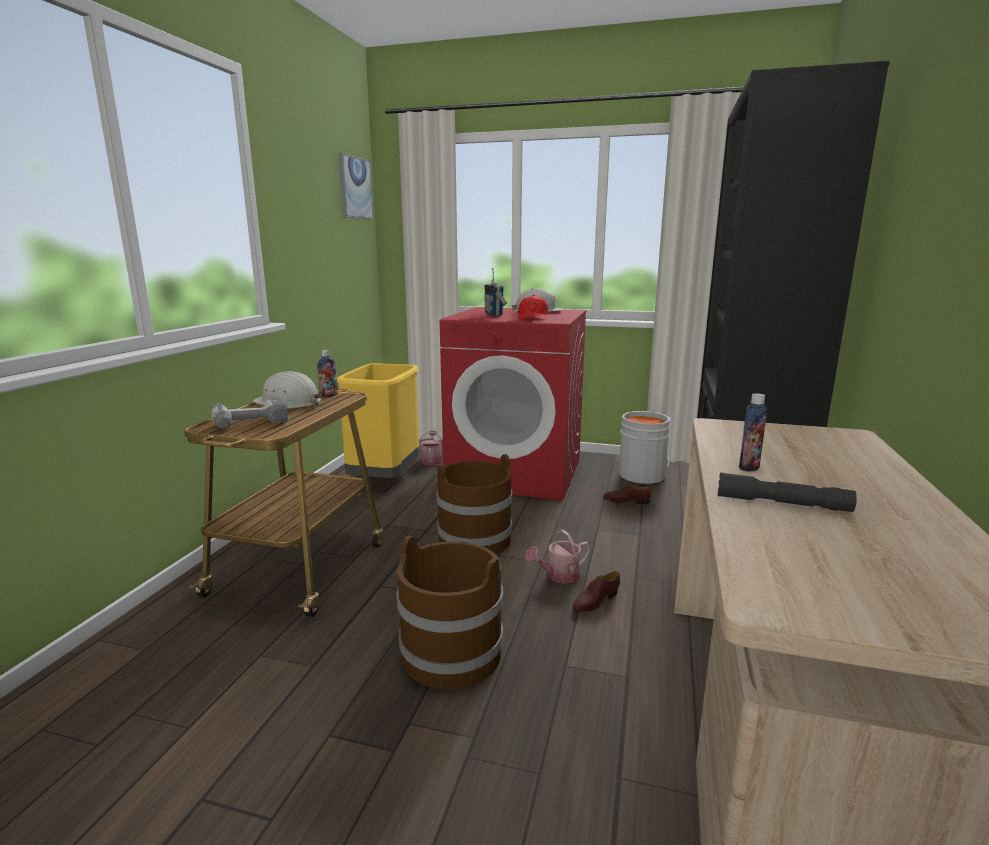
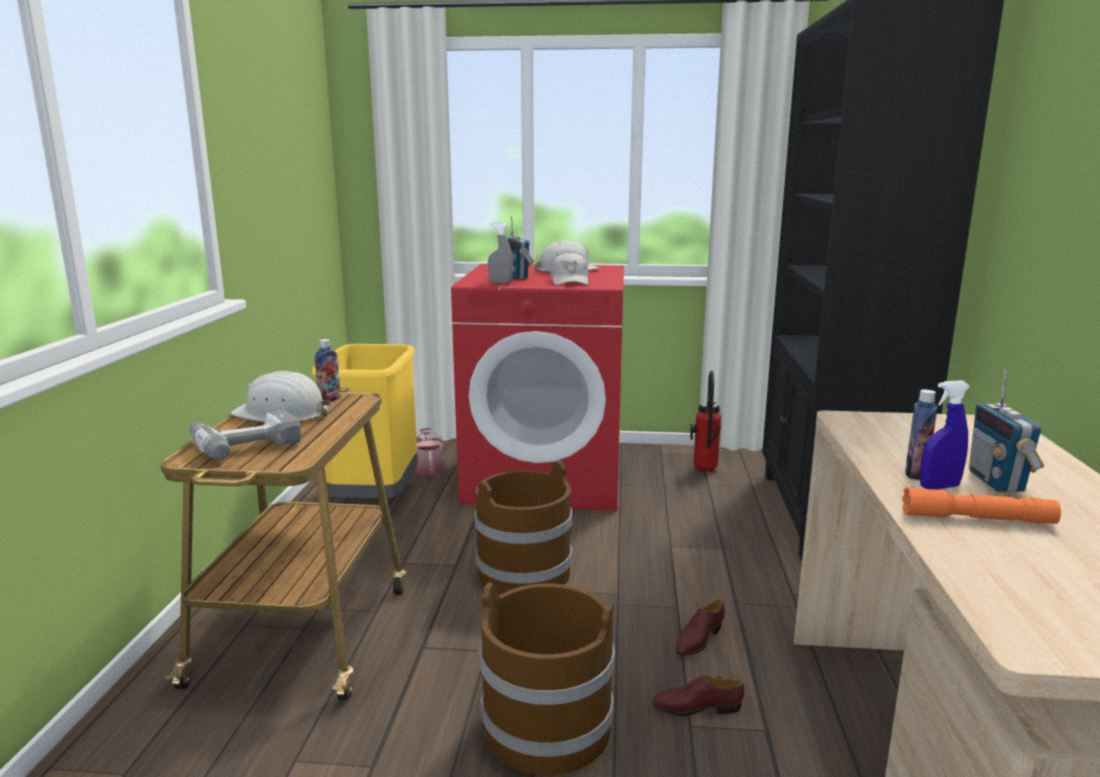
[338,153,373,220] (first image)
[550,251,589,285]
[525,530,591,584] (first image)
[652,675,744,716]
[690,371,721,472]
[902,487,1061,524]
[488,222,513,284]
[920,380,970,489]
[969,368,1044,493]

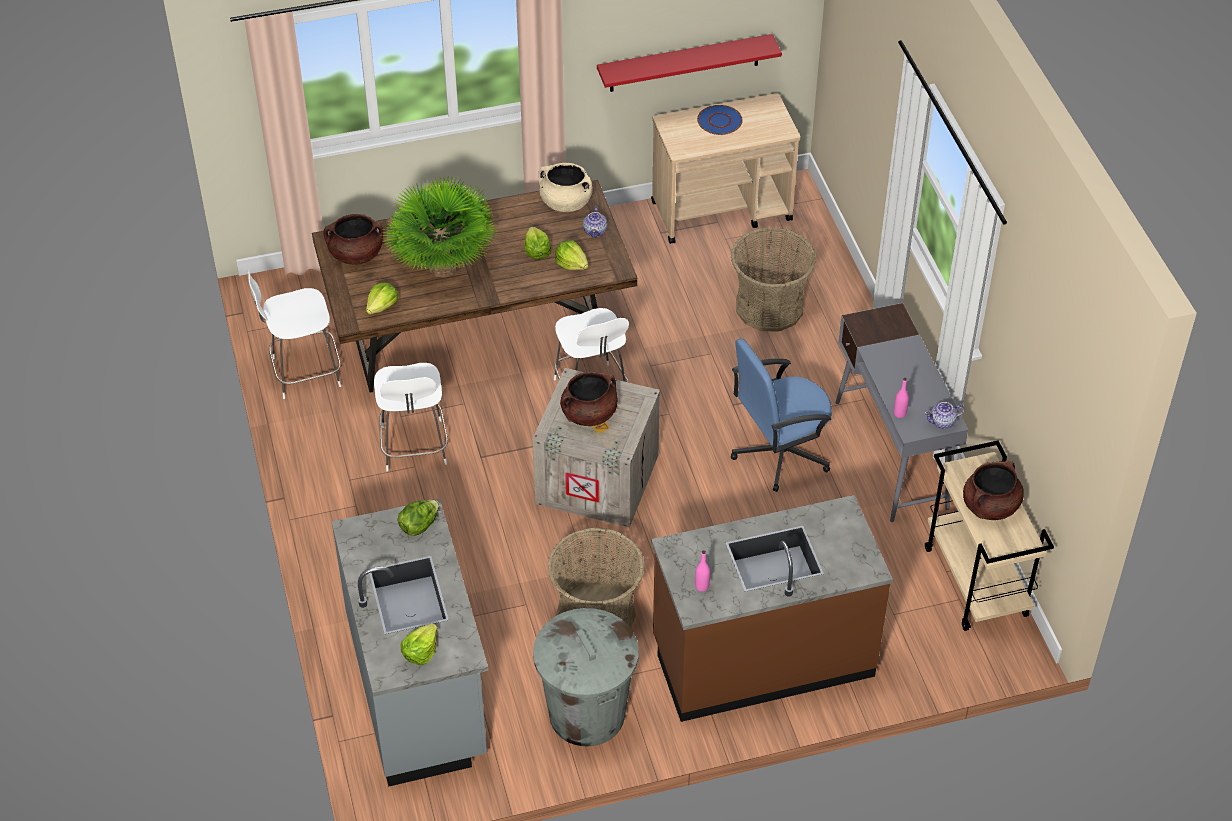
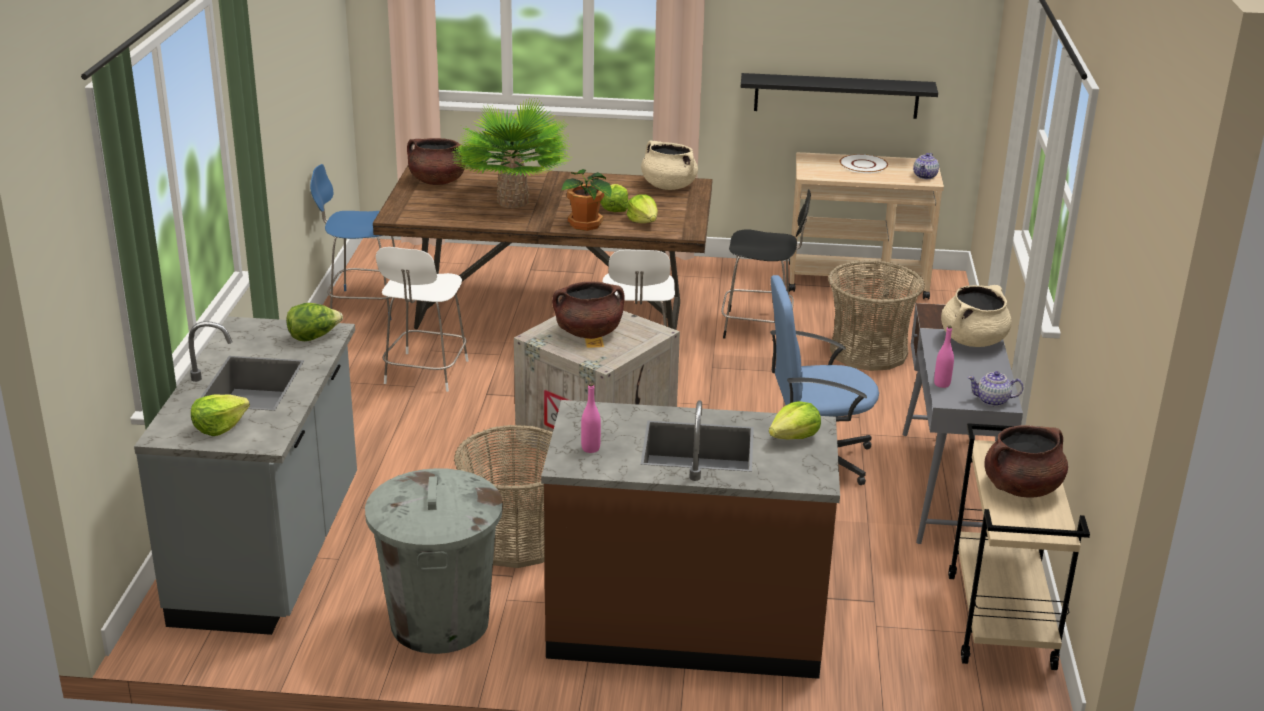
[310,164,395,320]
[769,401,821,439]
[913,153,939,179]
[741,73,938,119]
[839,154,888,173]
[561,169,612,231]
[721,189,811,339]
[941,285,1012,347]

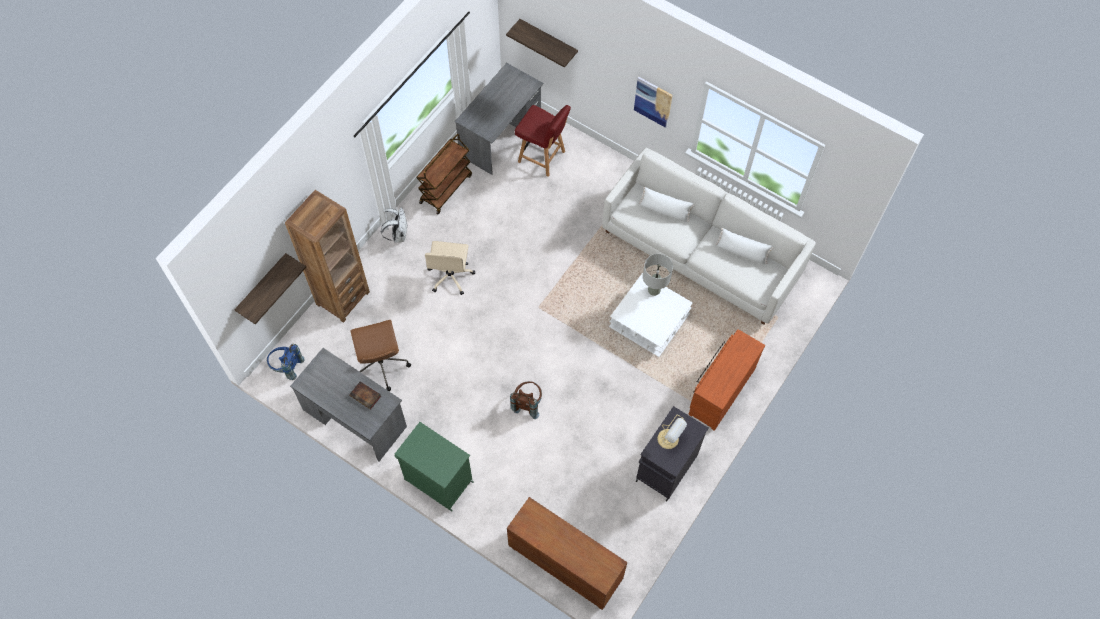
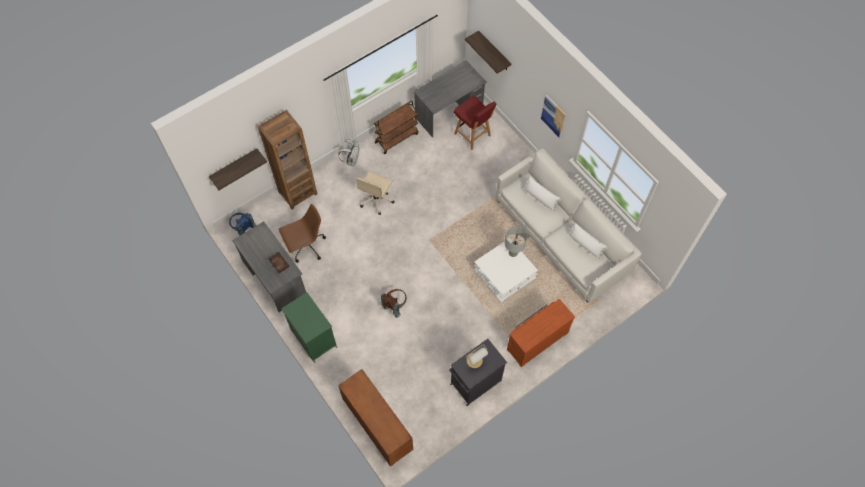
[278,204,326,263]

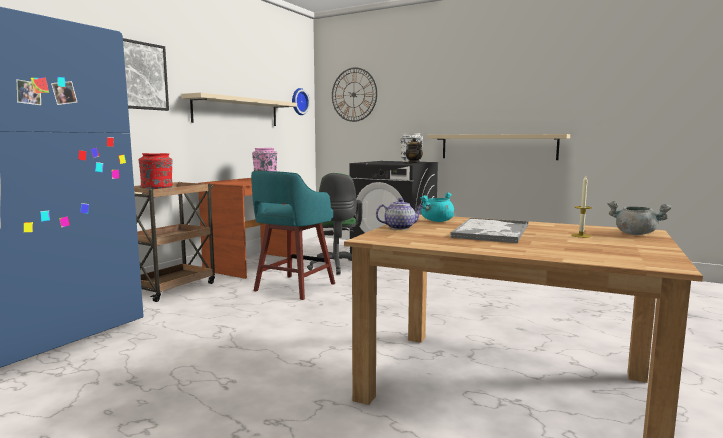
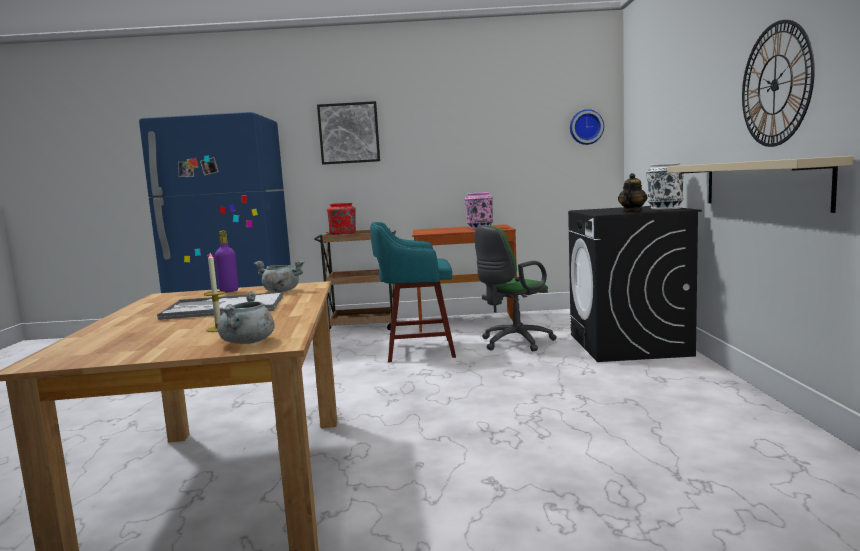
[181,92,297,126] (first image)
[742,20,815,147]
[215,230,238,293]
[254,260,304,292]

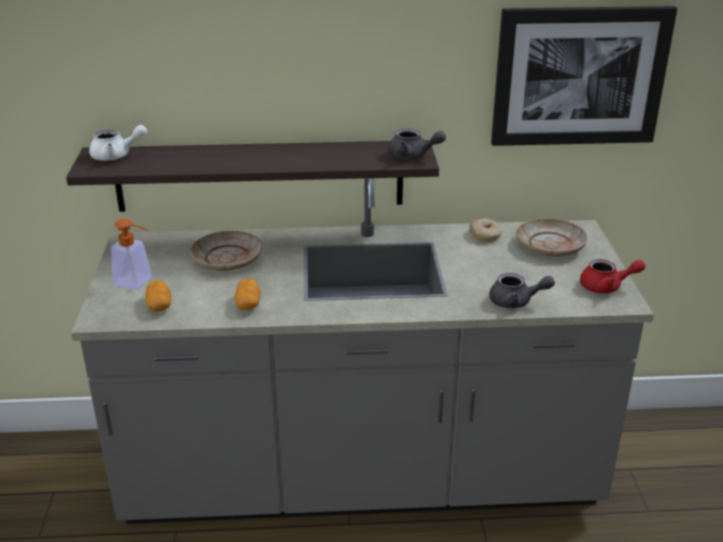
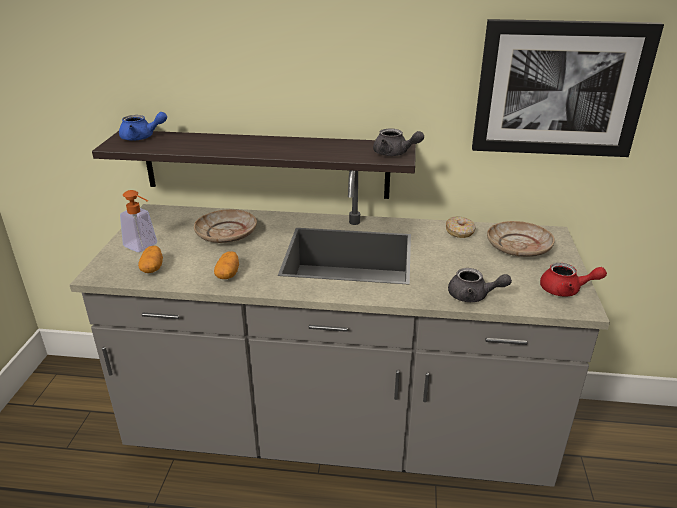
[119,112,167,141]

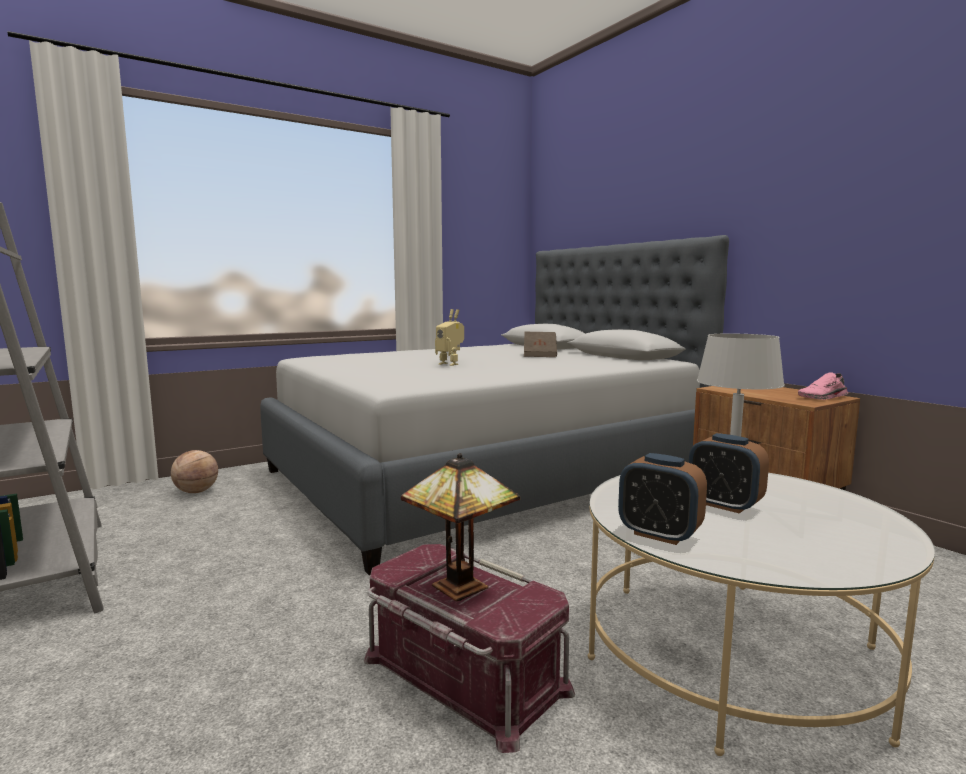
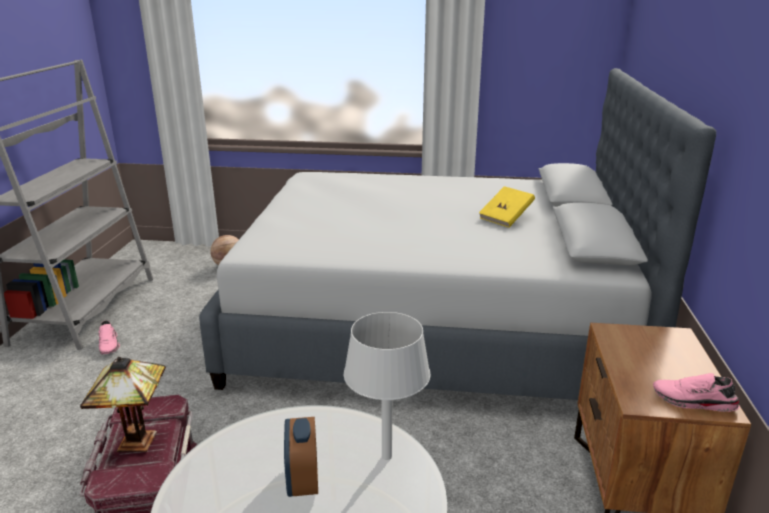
[435,309,464,366] (first image)
[479,186,535,228]
[618,453,707,545] (first image)
[98,320,120,354]

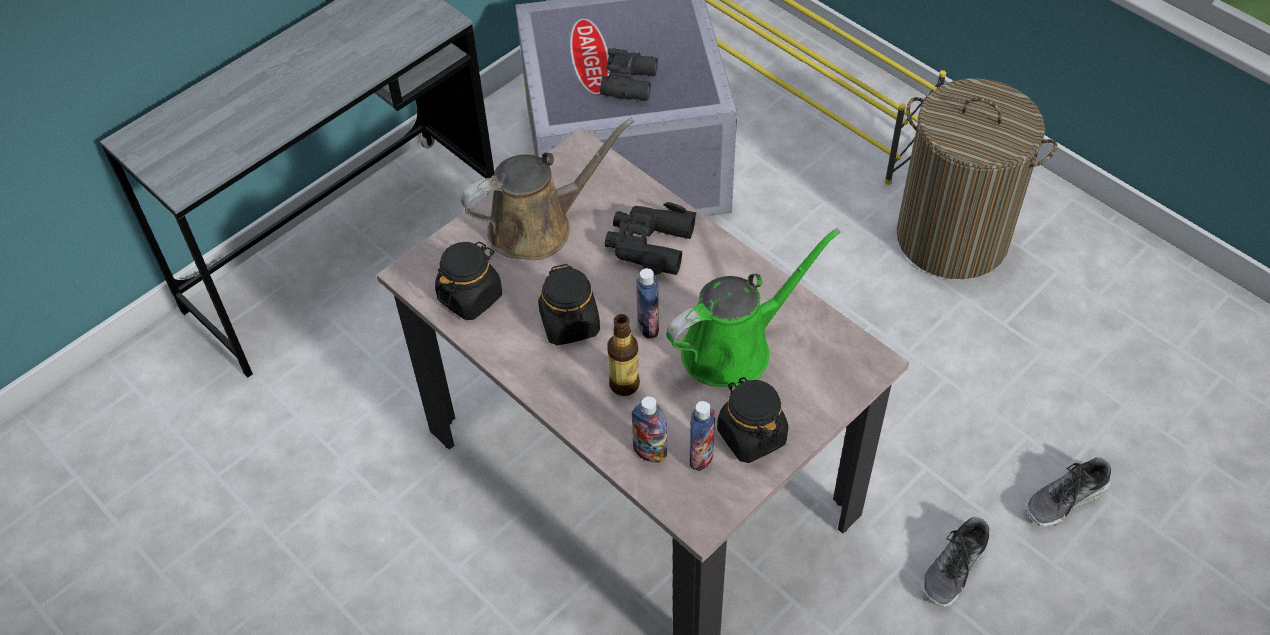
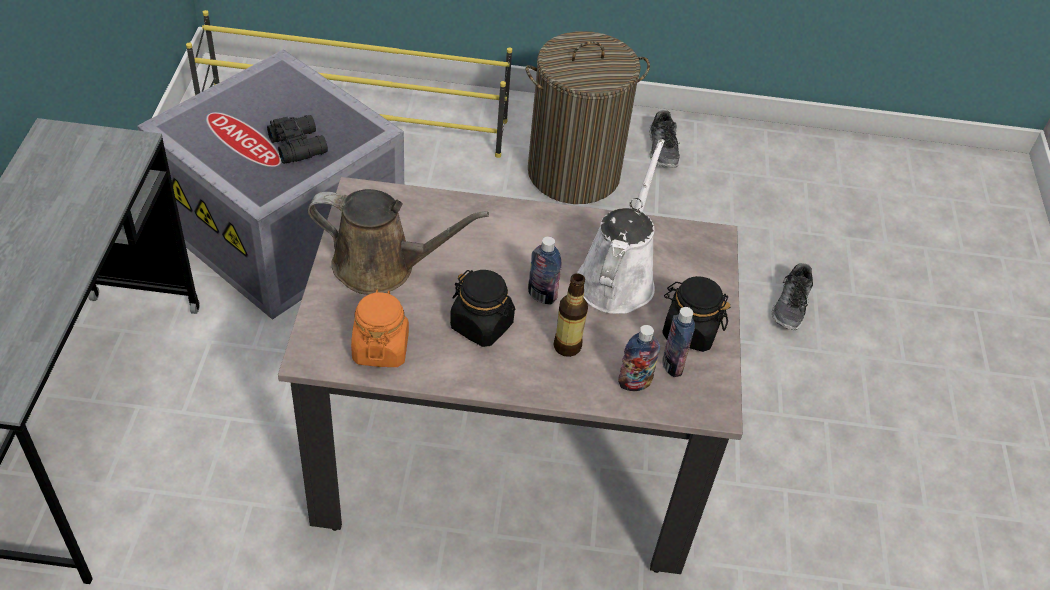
[351,290,409,367]
[308,189,489,295]
[605,202,696,275] (first image)
[577,139,665,314]
[649,110,680,168]

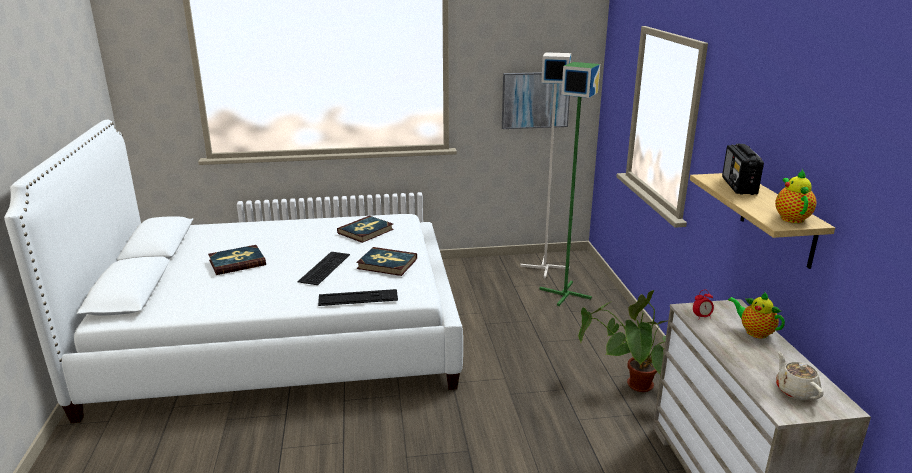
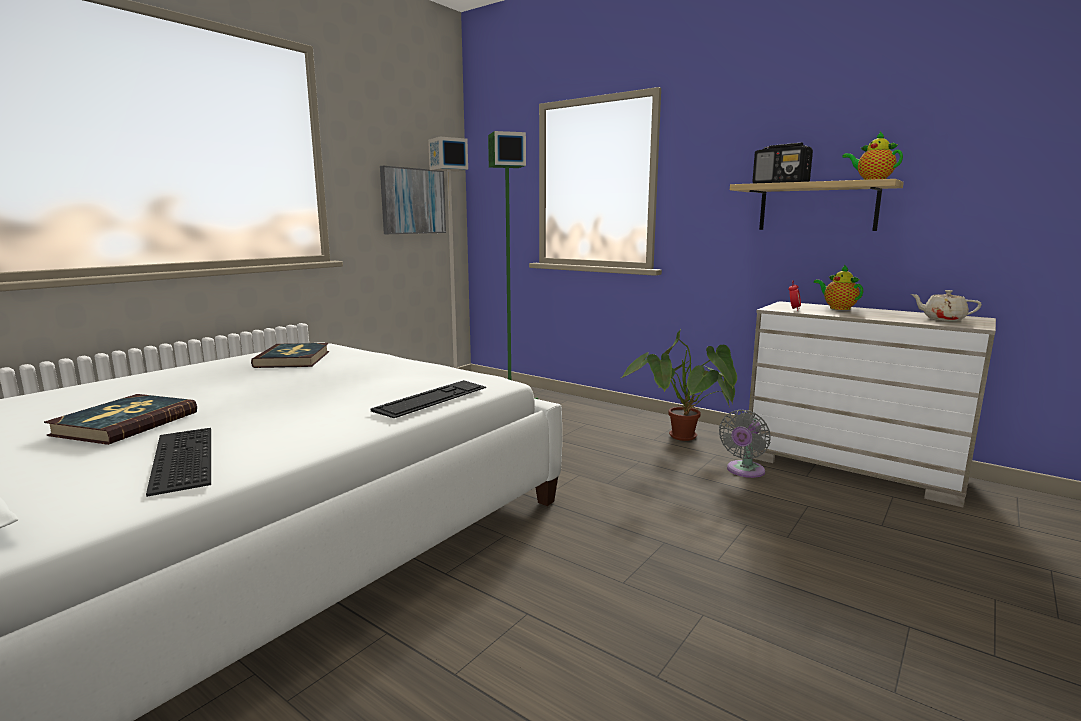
[146,428,211,497]
[356,247,417,276] (first image)
[814,264,863,310]
[719,410,770,478]

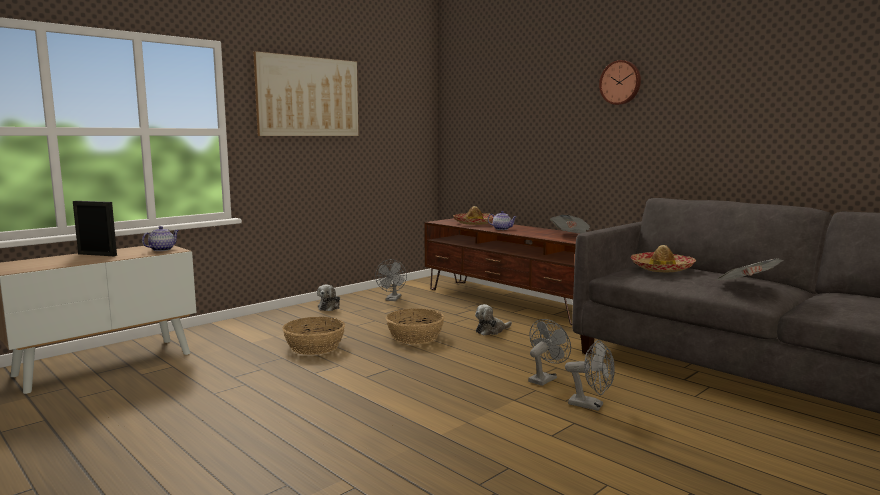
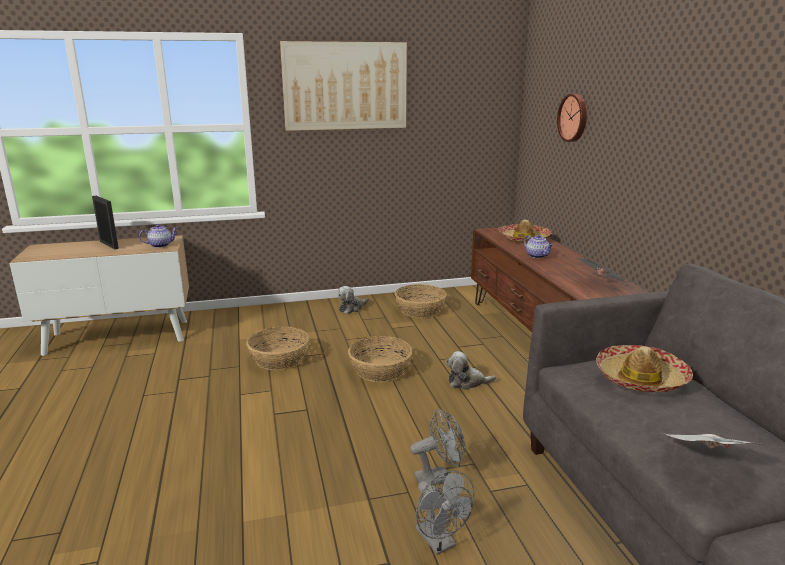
[395,284,447,318]
[557,94,587,142]

